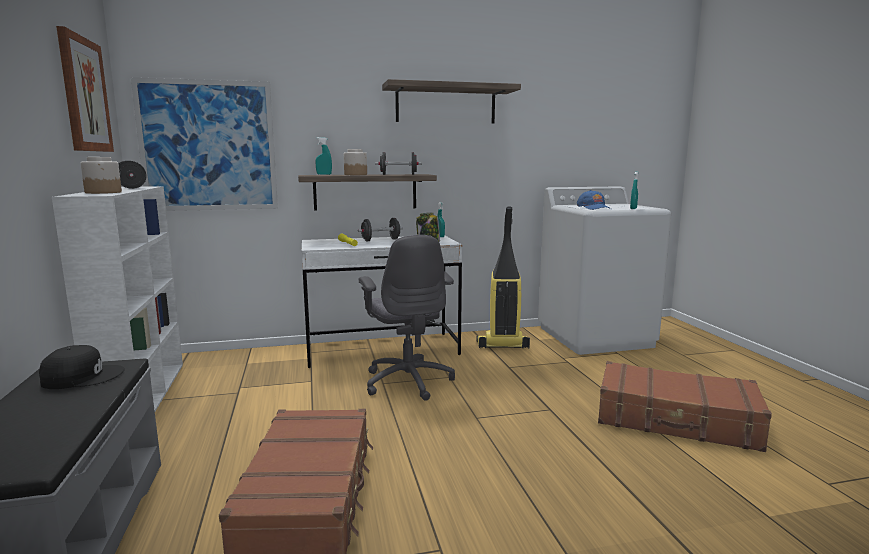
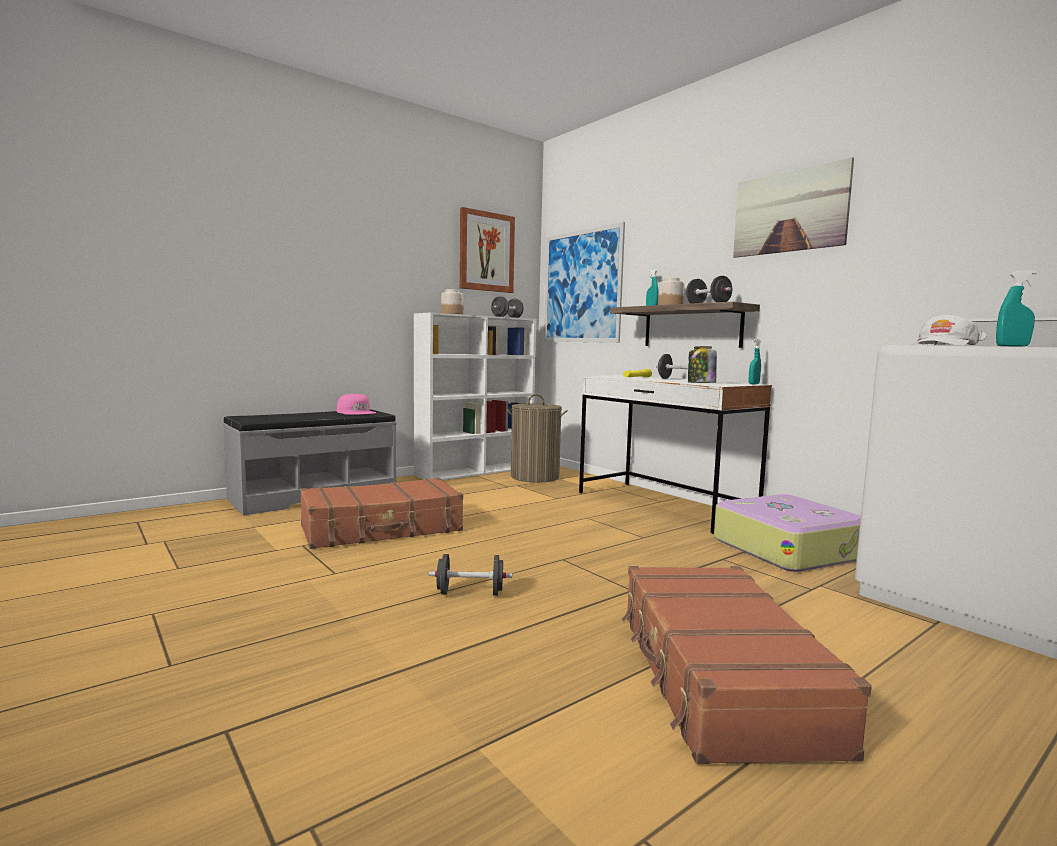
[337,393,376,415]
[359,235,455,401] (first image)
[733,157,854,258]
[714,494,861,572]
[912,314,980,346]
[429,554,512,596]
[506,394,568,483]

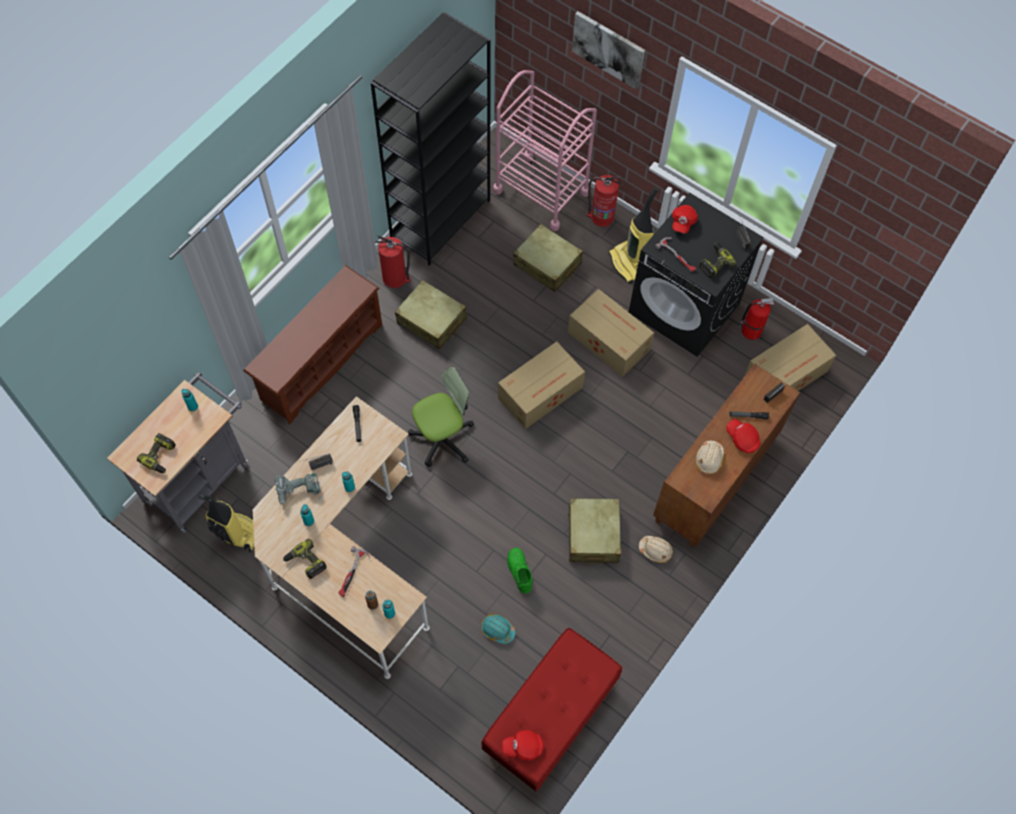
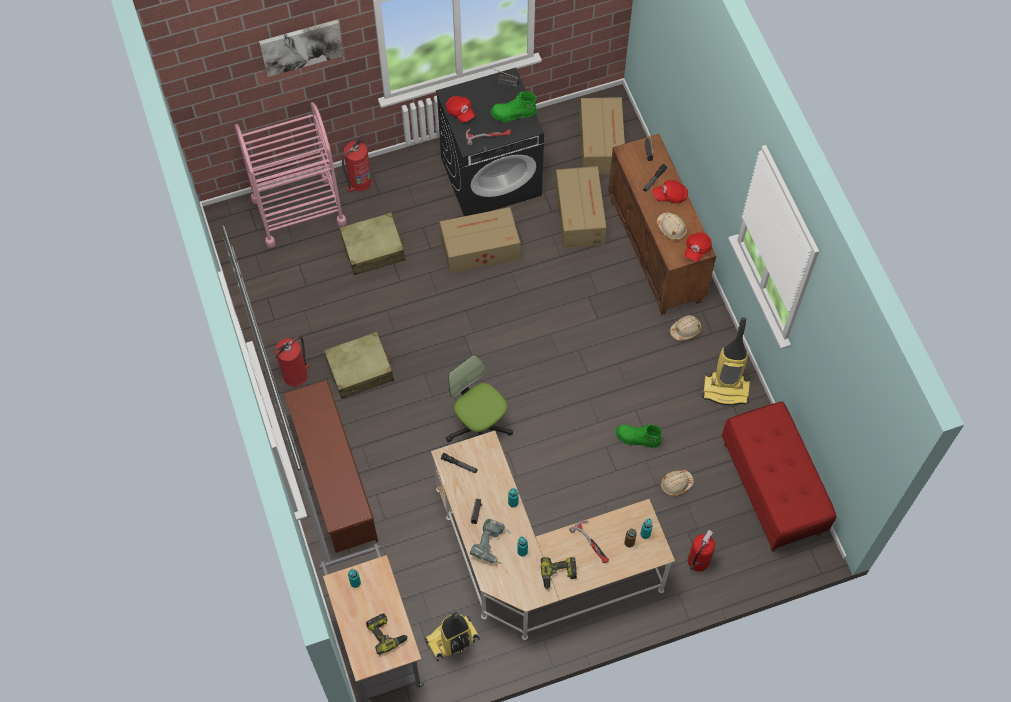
[371,12,490,266] (first image)
[446,355,513,442]
[660,470,694,496]
[555,166,606,248]
[684,233,712,262]
[567,498,621,565] (first image)
[702,317,750,405]
[491,91,536,122]
[688,530,715,572]

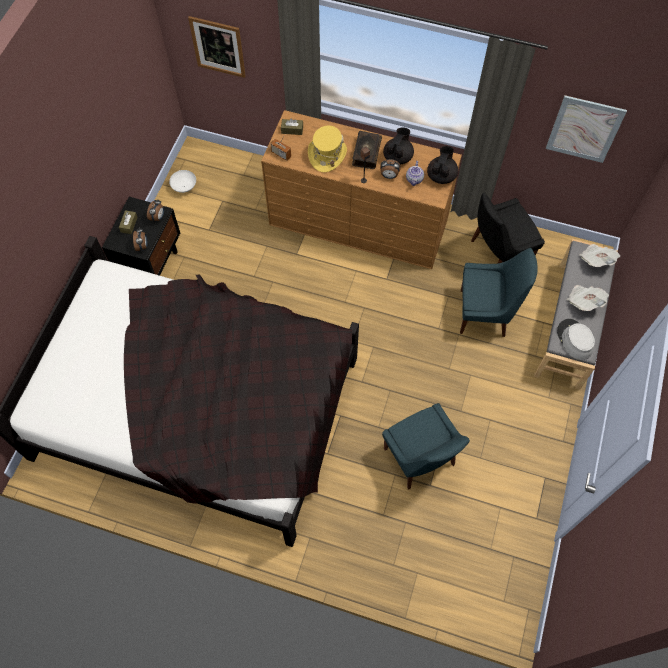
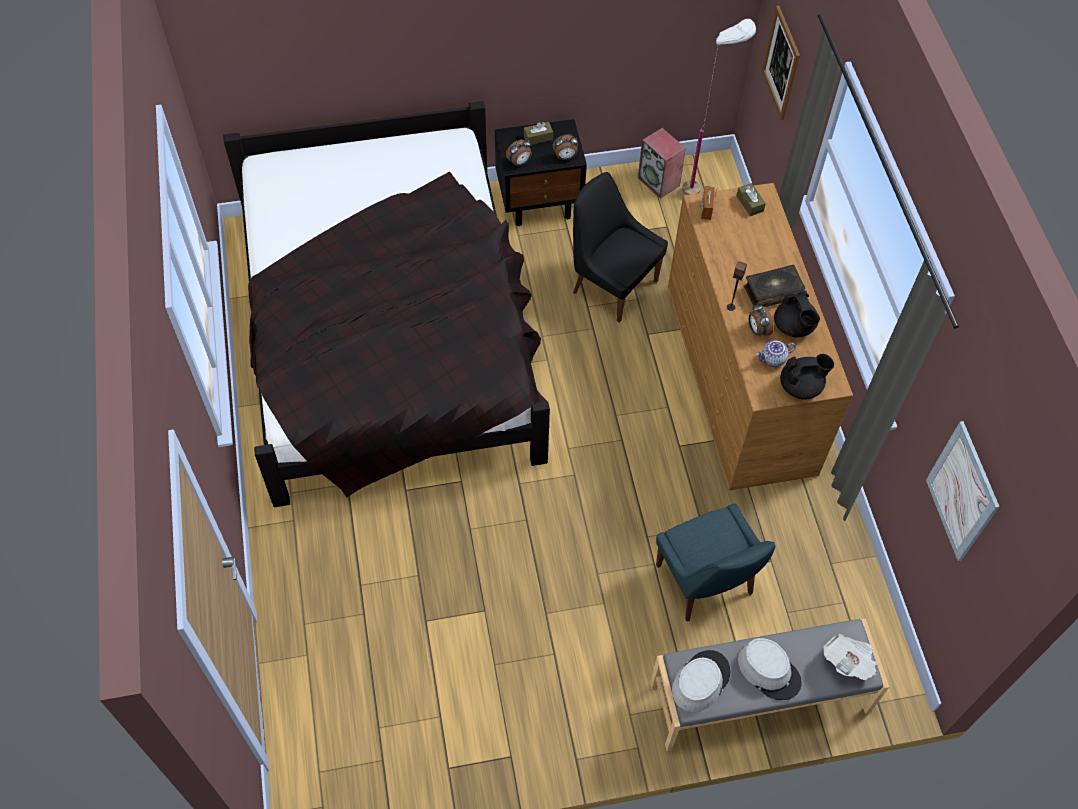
[638,128,686,198]
[308,126,347,172] (first image)
[382,403,470,490] (first image)
[774,291,820,338]
[573,172,668,323]
[738,638,802,700]
[682,19,756,195]

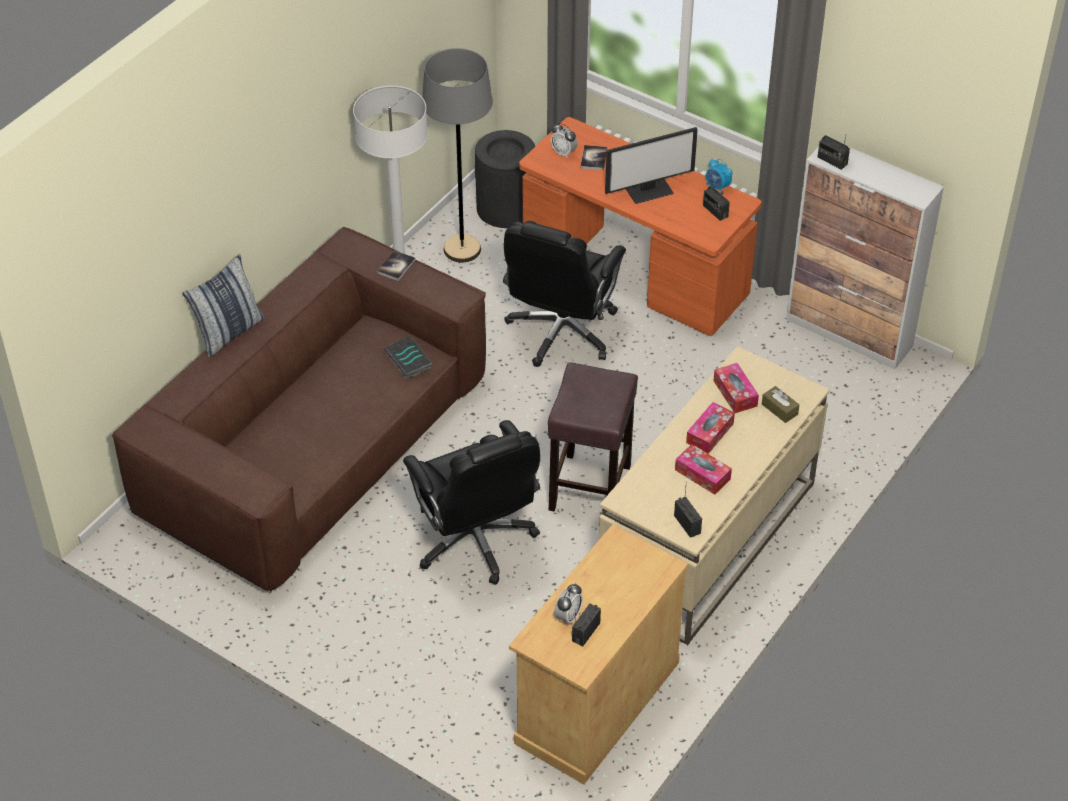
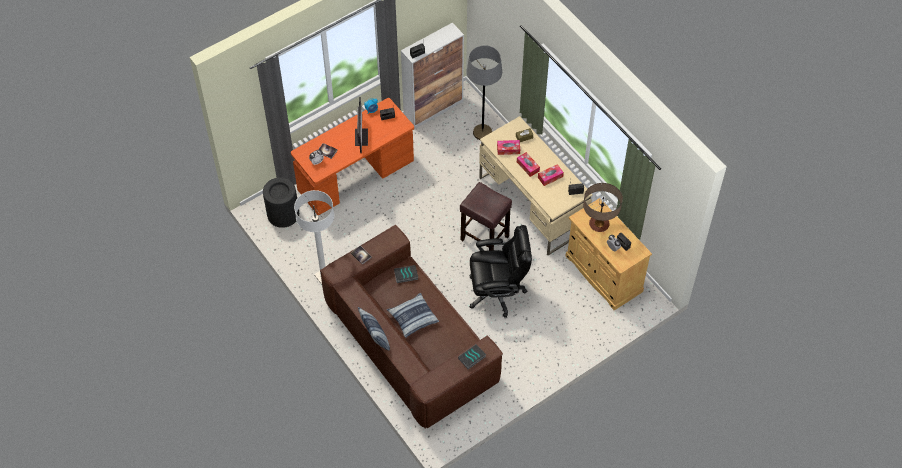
[467,45,502,140]
[503,221,626,367] (first image)
[387,293,439,338]
[458,344,486,369]
[583,183,623,232]

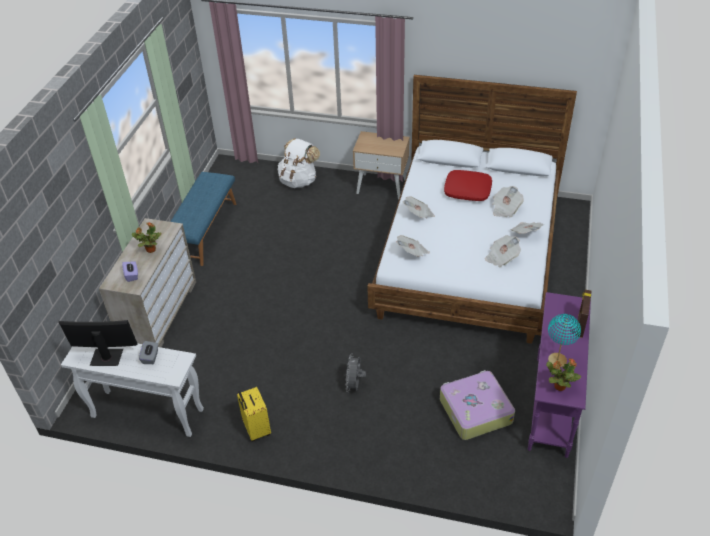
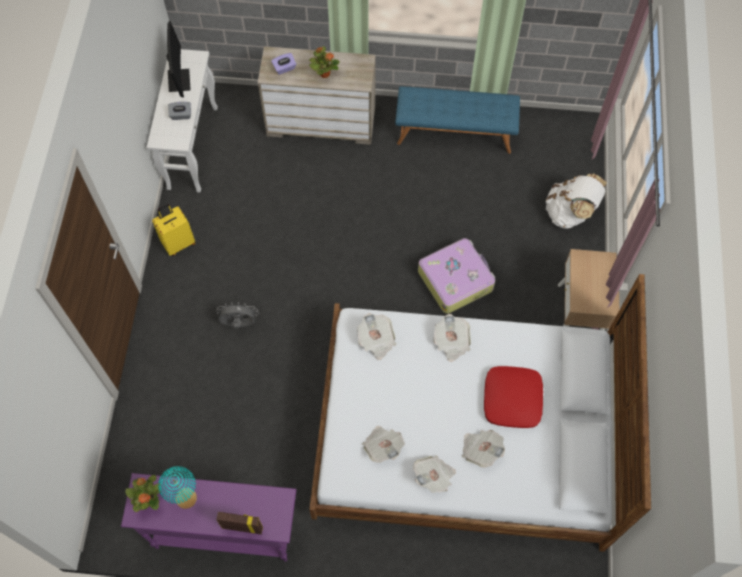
[418,238,495,314]

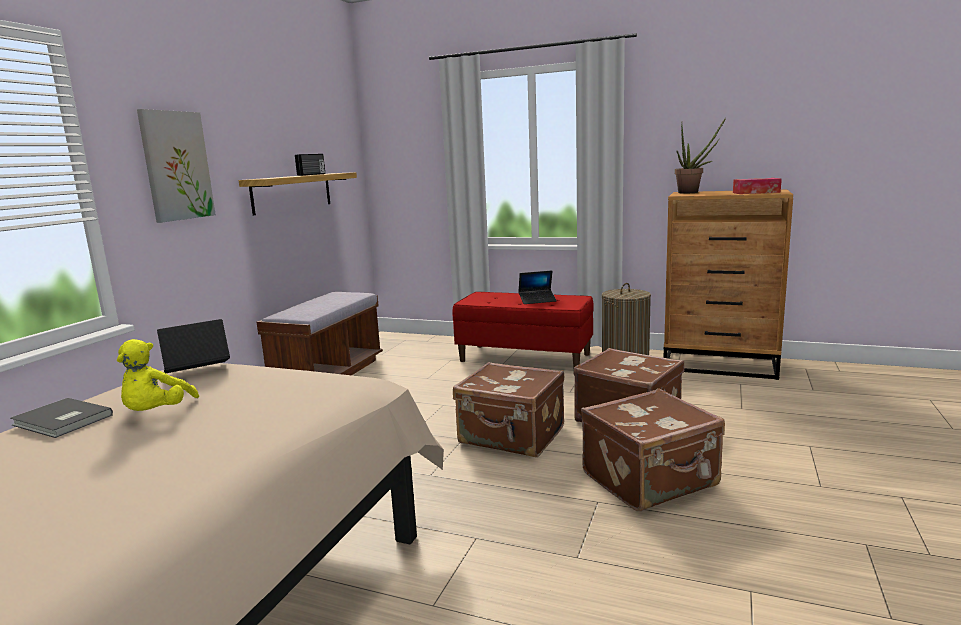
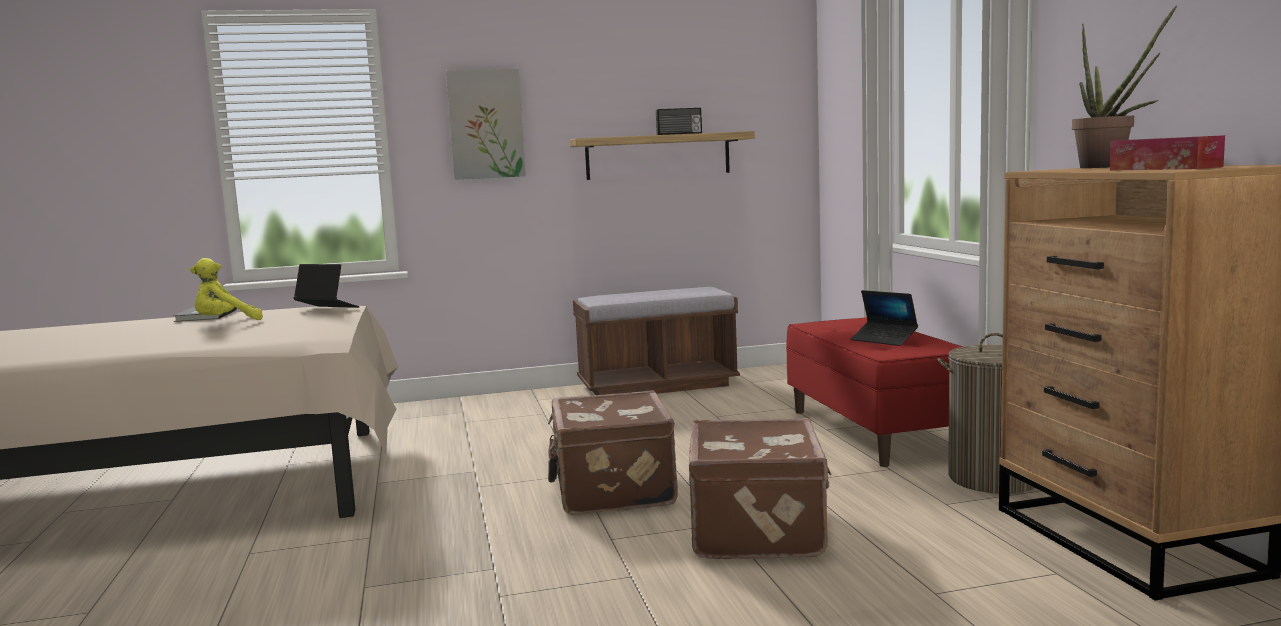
[581,388,725,511] (first image)

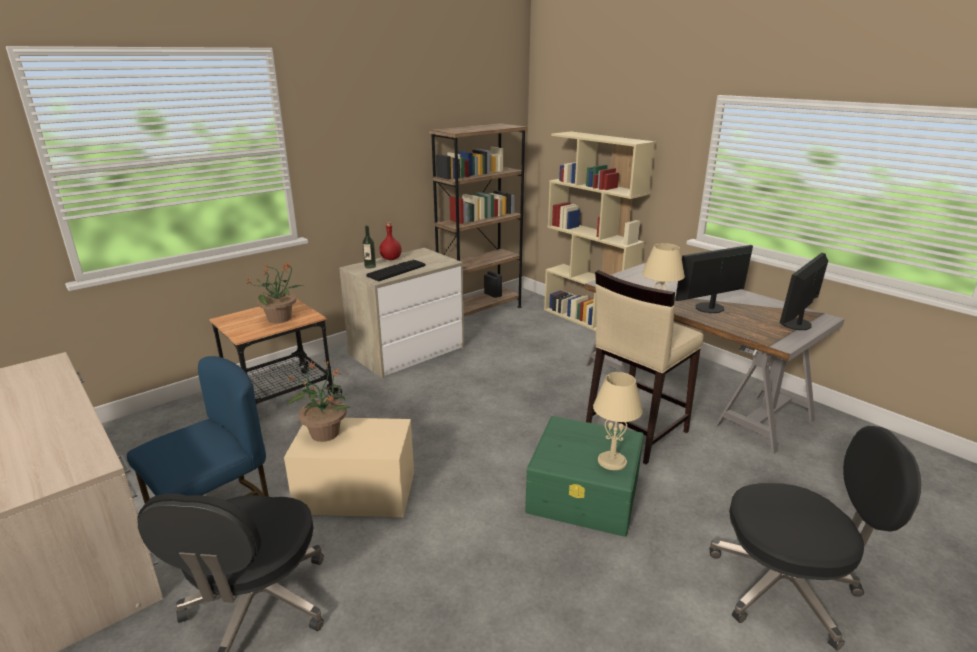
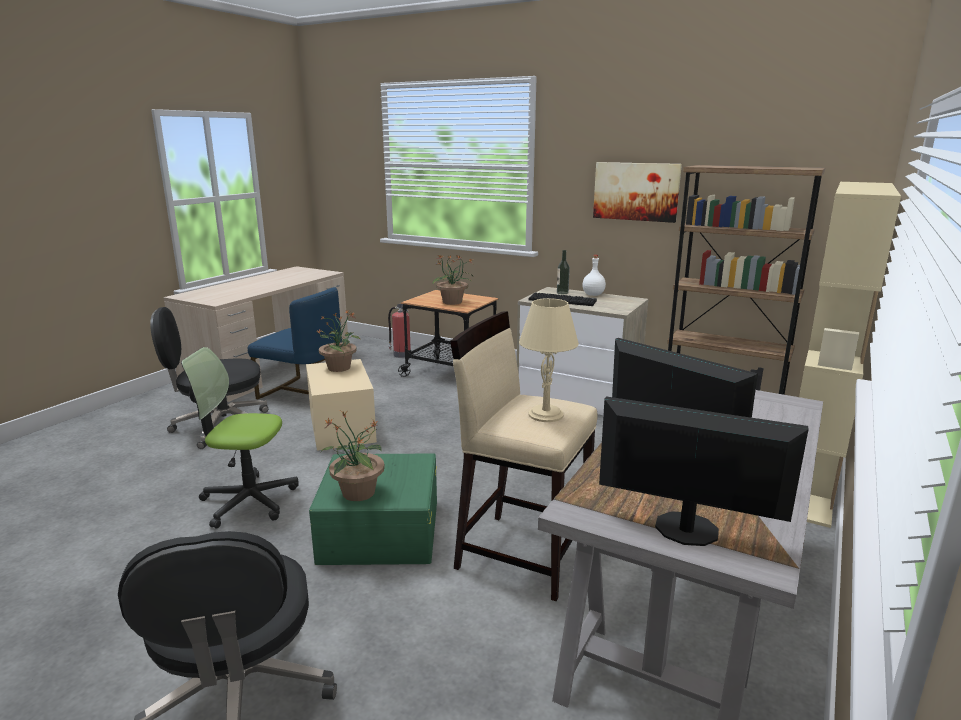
[582,255,606,296]
[320,411,385,501]
[181,347,299,529]
[388,304,411,358]
[593,162,682,223]

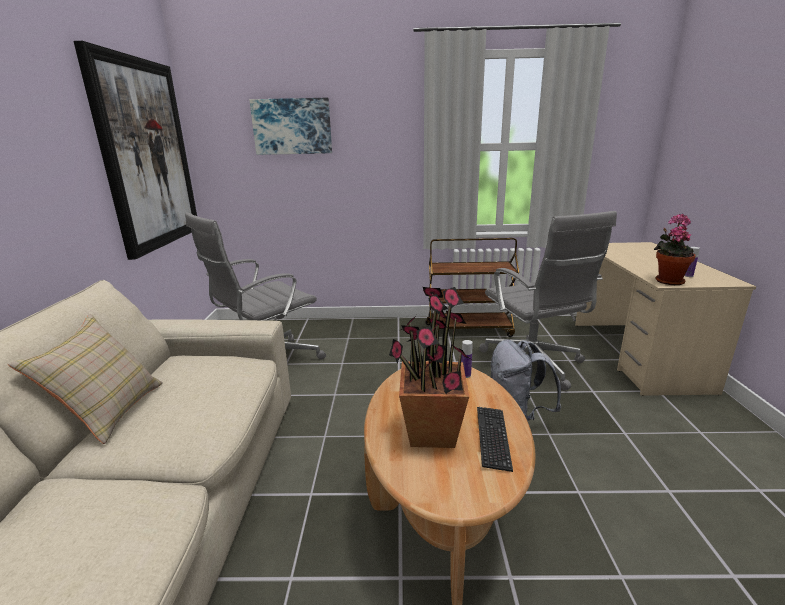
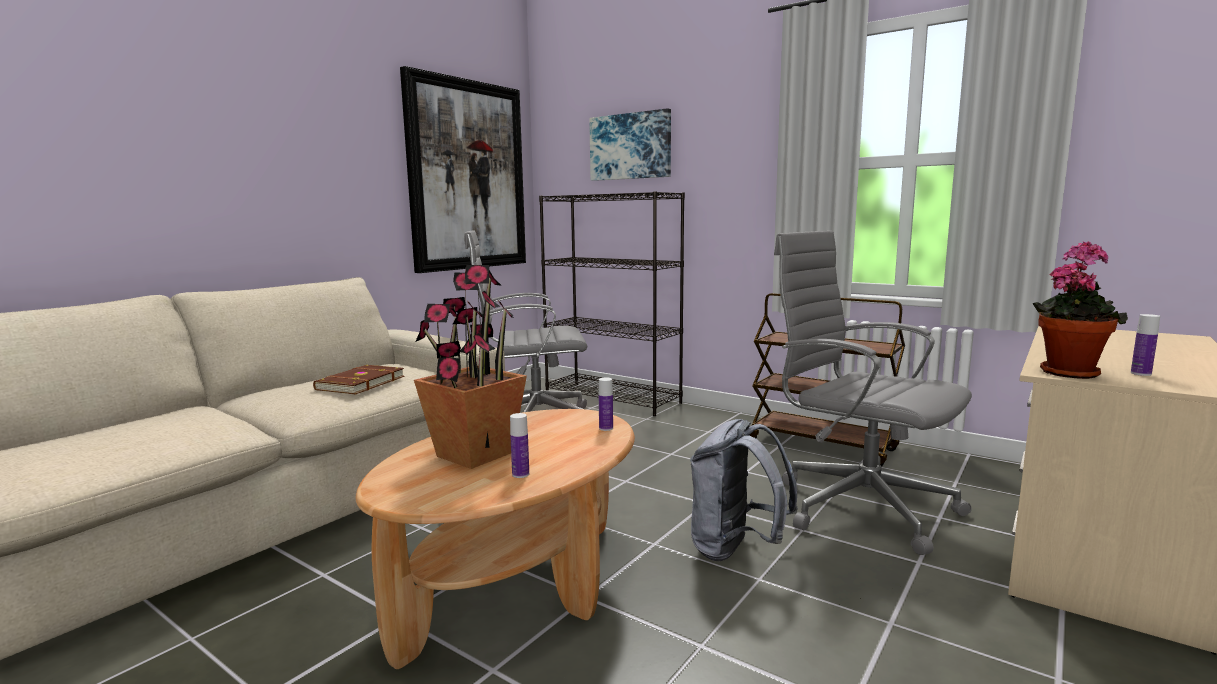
[8,314,163,444] (first image)
[510,413,529,478]
[774,231,972,555]
[313,365,405,395]
[539,191,685,416]

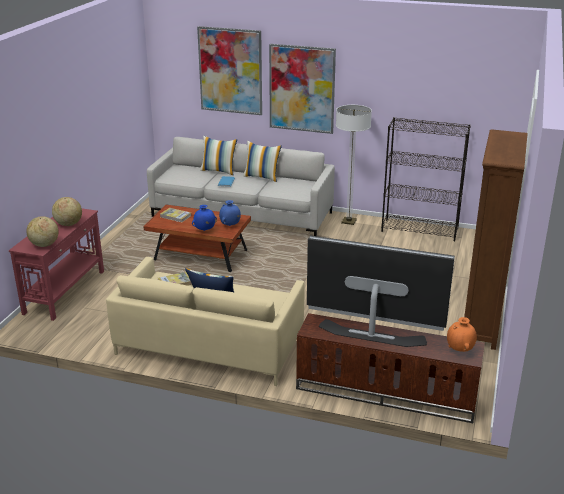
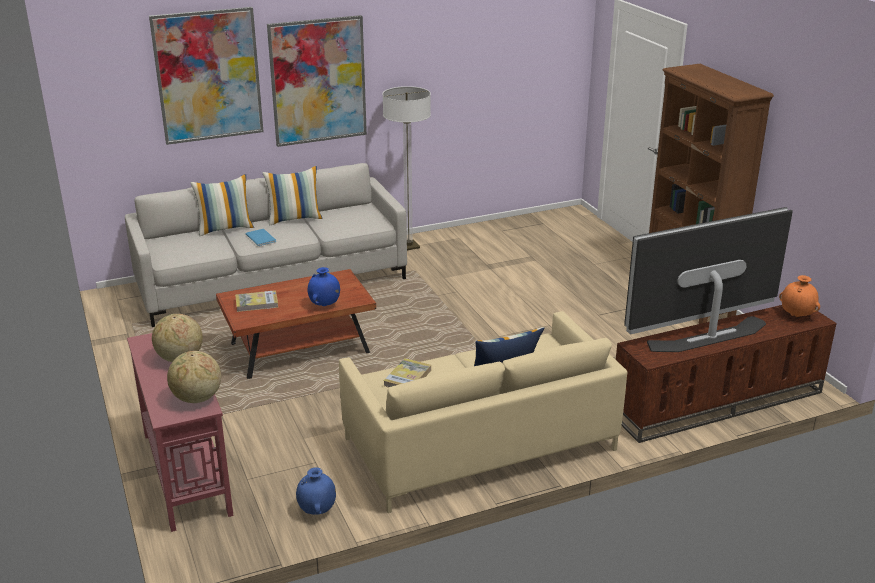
[296,468,336,515]
[381,117,471,241] (first image)

